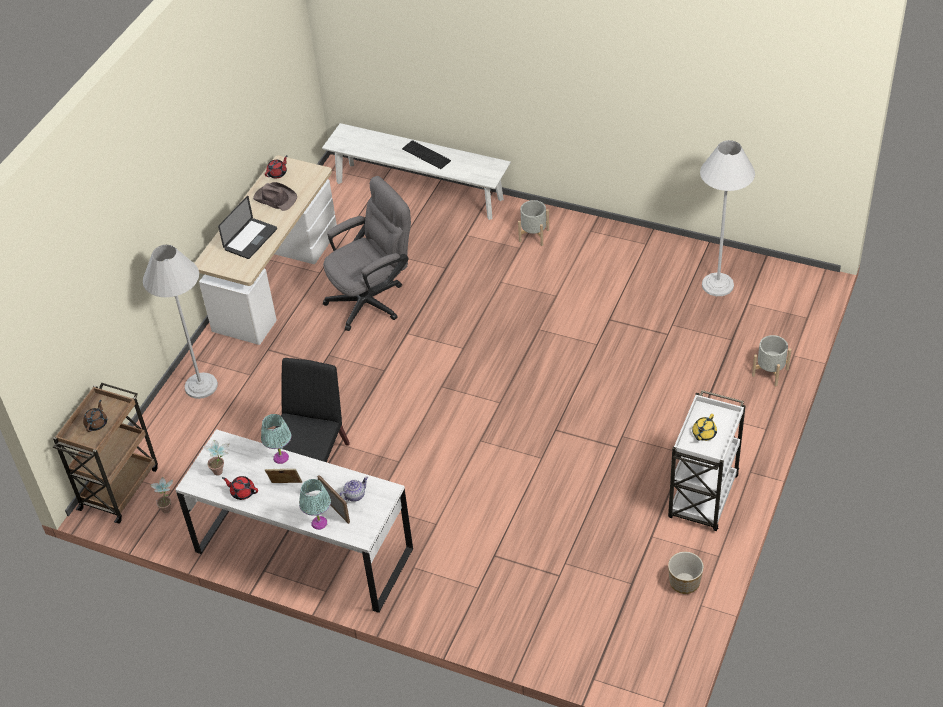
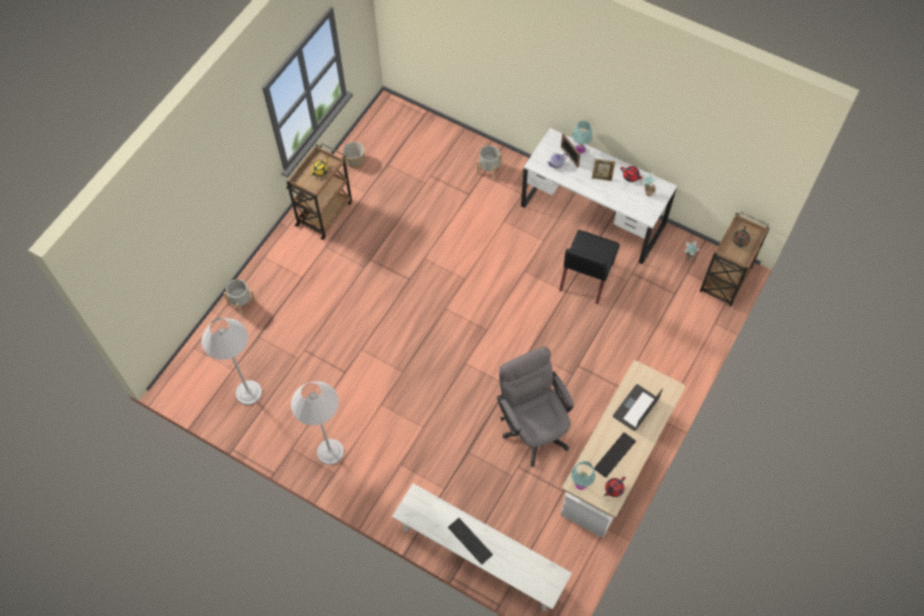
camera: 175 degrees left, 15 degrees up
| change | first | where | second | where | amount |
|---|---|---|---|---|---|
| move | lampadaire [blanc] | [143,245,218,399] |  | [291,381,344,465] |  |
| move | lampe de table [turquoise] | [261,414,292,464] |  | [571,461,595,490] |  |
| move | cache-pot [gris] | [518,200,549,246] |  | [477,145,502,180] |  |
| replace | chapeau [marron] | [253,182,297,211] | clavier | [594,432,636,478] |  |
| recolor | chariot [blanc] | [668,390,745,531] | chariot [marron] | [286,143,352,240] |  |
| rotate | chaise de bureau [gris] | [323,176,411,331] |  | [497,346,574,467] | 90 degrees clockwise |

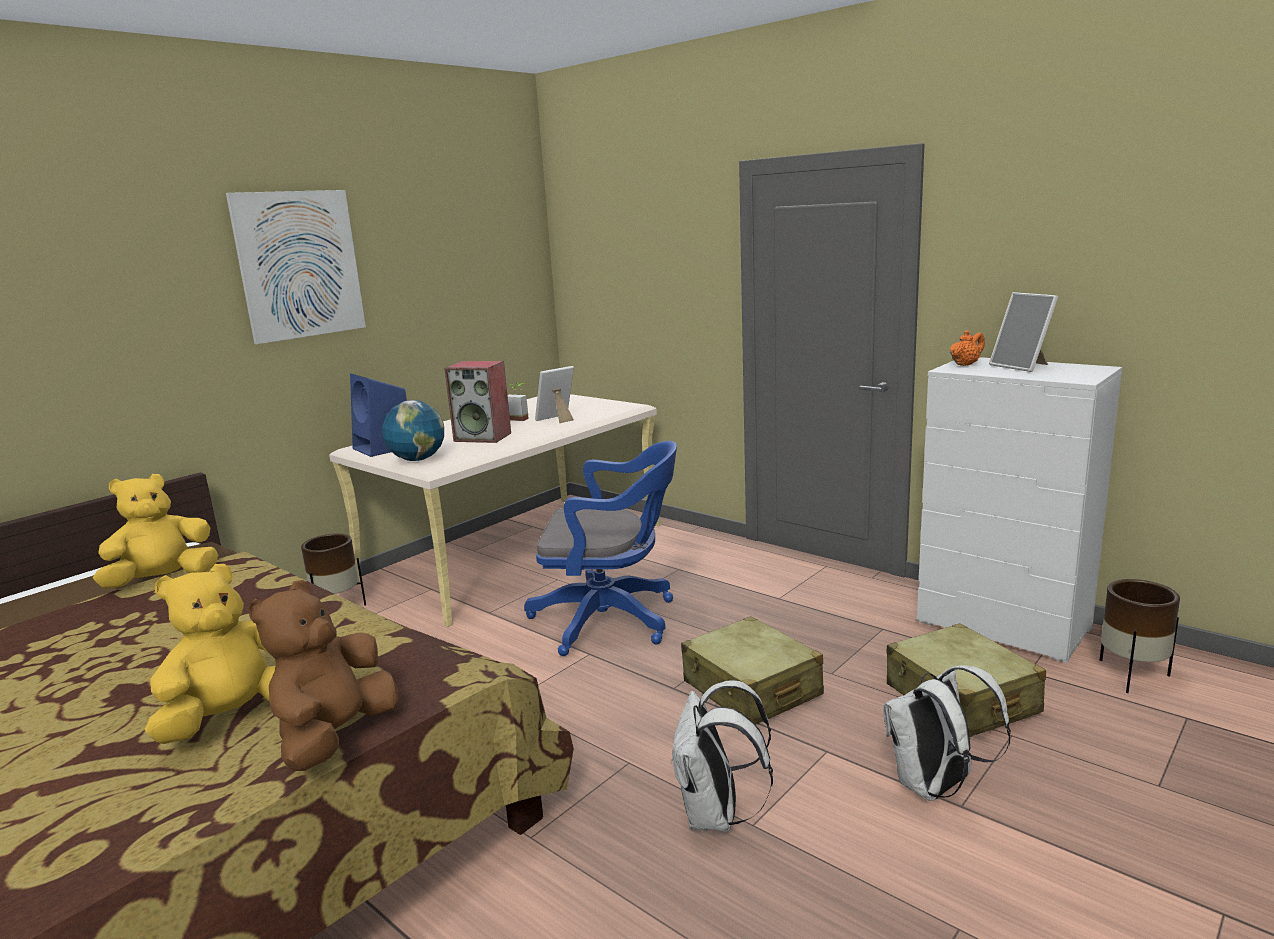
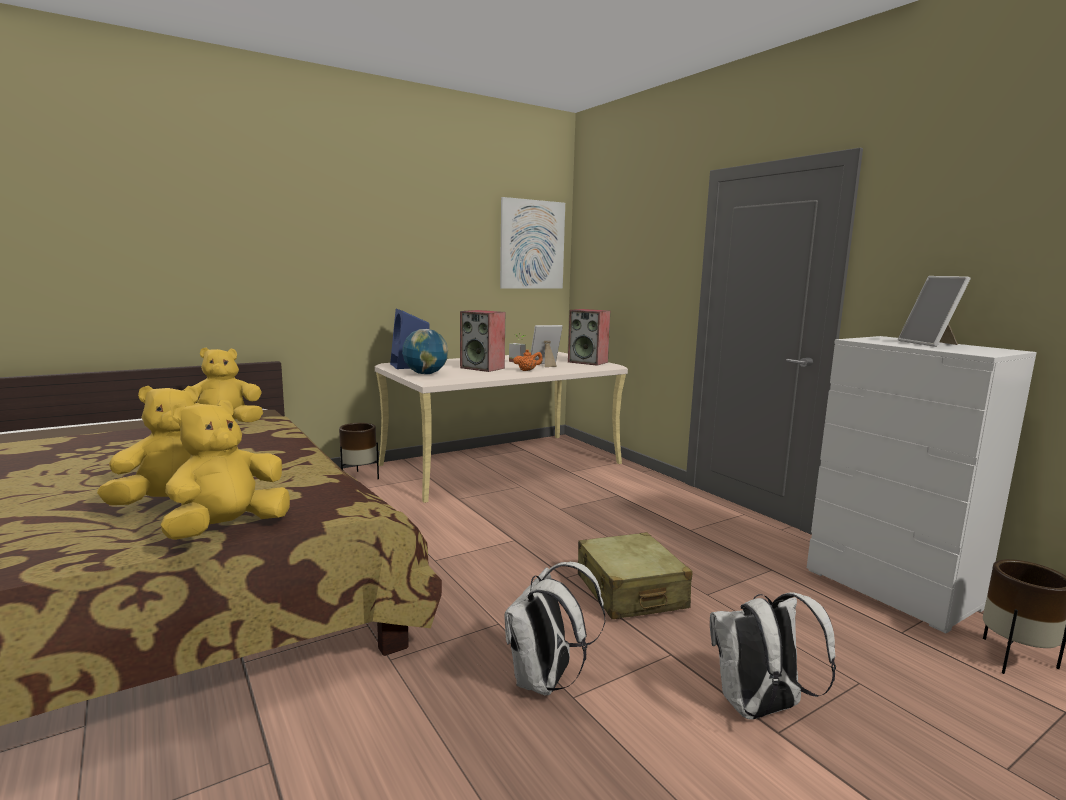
camera: 15 degrees right, 5 degrees down
| change | first | where | second | where | amount |
|---|---|---|---|---|---|
| delete | chaise de bureau [bleu] | [524,441,677,656] |  |  |  |
| delete | valise [beige] | [887,623,1046,737] |  |  |  |
| insert |  |  | enceinte | [568,309,610,366] |  |
| move | tableau | [226,190,366,344] |  | [500,197,565,289] |  |
| move | théière [orange] | [950,330,985,366] |  | [513,350,543,371] |  |
| recolor | peluche [marron] | [248,580,399,771] | peluche [jaune] | [161,400,290,540] |  |

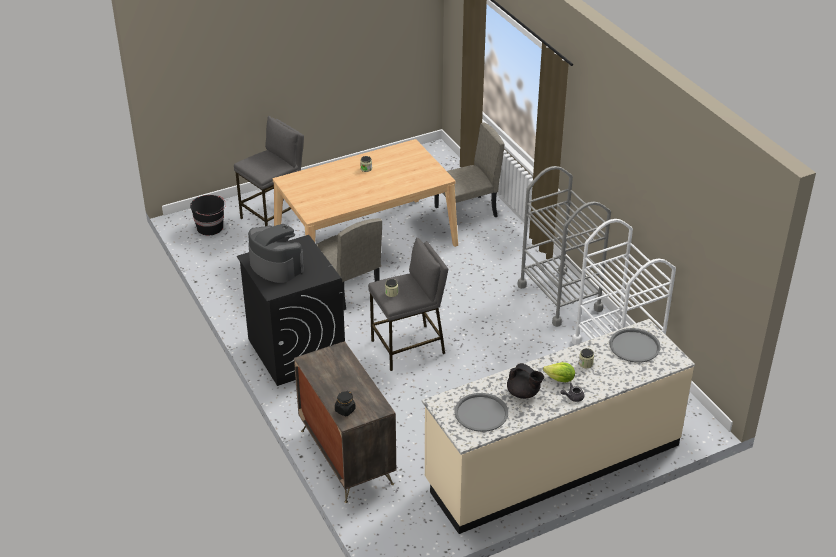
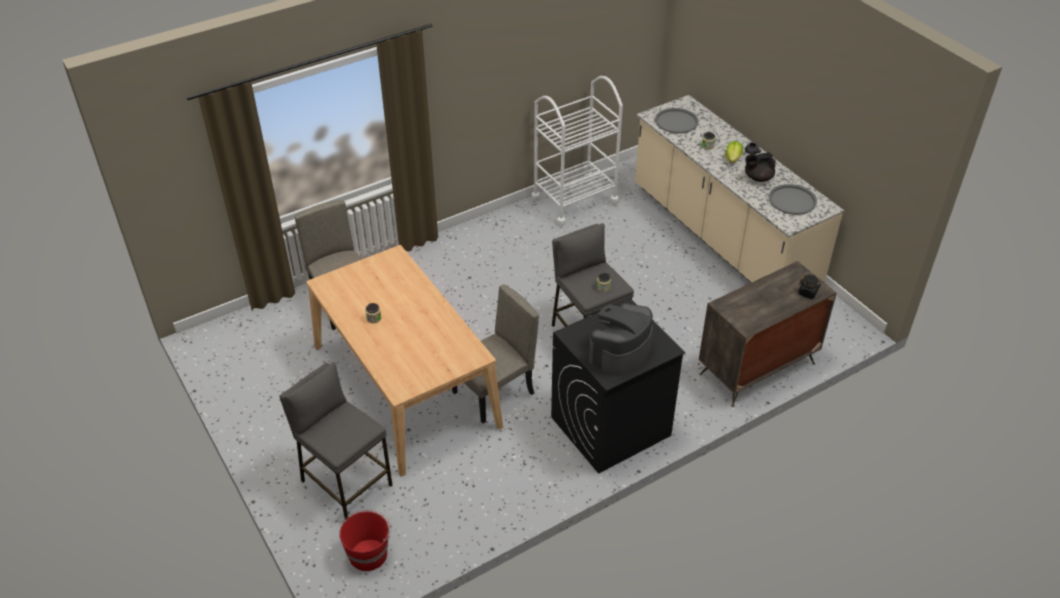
camera: 95 degrees left, 5 degrees up
| change | first | where | second | where | amount |
|---|---|---|---|---|---|
| delete | chariot [gris] | [517,166,611,327] |  |  |  |
| recolor | seau [noir] | [190,195,226,235] | seau [rouge] | [339,510,391,571] |  |
| rotate | théière [noir] | [507,363,544,399] |  | [745,152,776,182] | 135 degrees counterclockwise |

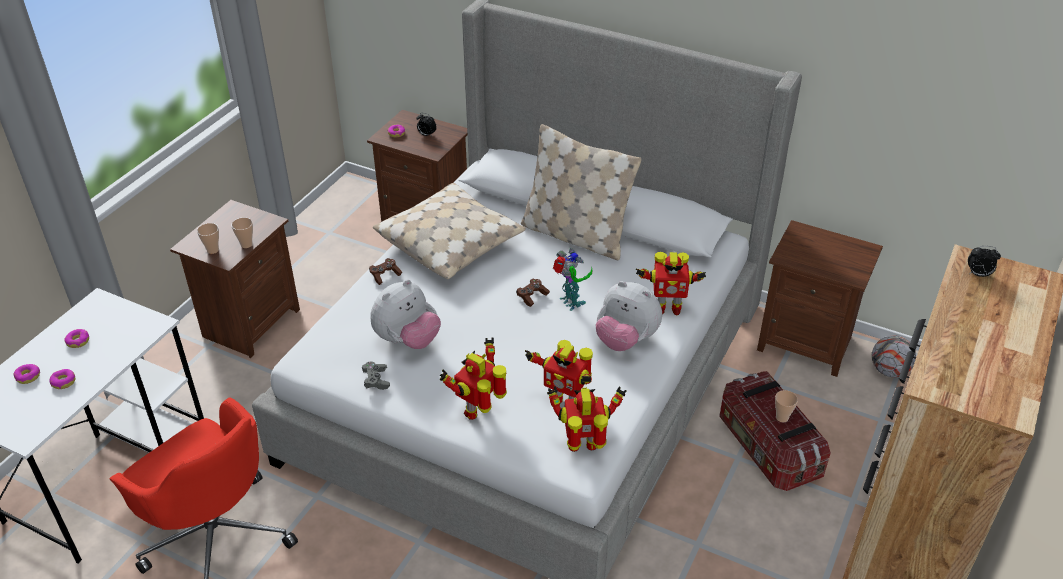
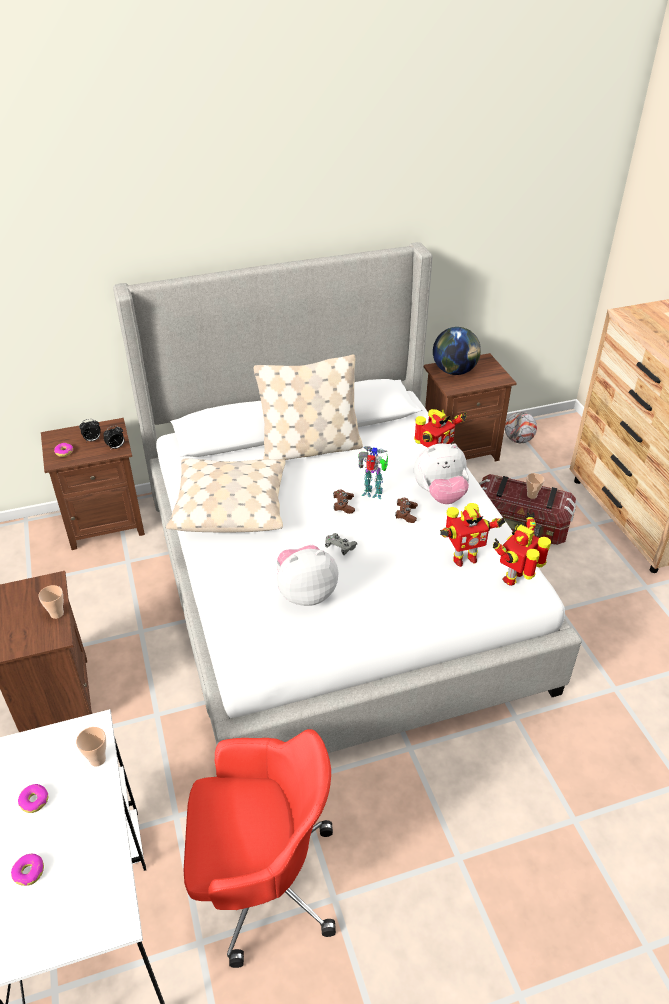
camera: 45 degrees left, 0 degrees up
| change | first | where | second | where | amount |
|---|---|---|---|---|---|
| delete | beignet | [49,369,75,389] |  |  |  |
| delete | robot jouet | [439,337,507,420] |  |  |  |
| insert |  |  | globe | [433,327,481,375] |  |
| move | tasse | [197,223,219,254] |  | [76,727,106,767] |  |
| move | manette [gris] | [362,361,390,390] |  | [325,533,357,555] |  |
| move | manette [marron] | [369,258,402,285] |  | [395,498,418,523] |  |
| move | réveil | [968,246,1001,277] |  | [103,425,125,449] |  |
| rotate | peluche | [370,279,441,349] |  | [276,545,338,606] | 105 degrees counterclockwise |

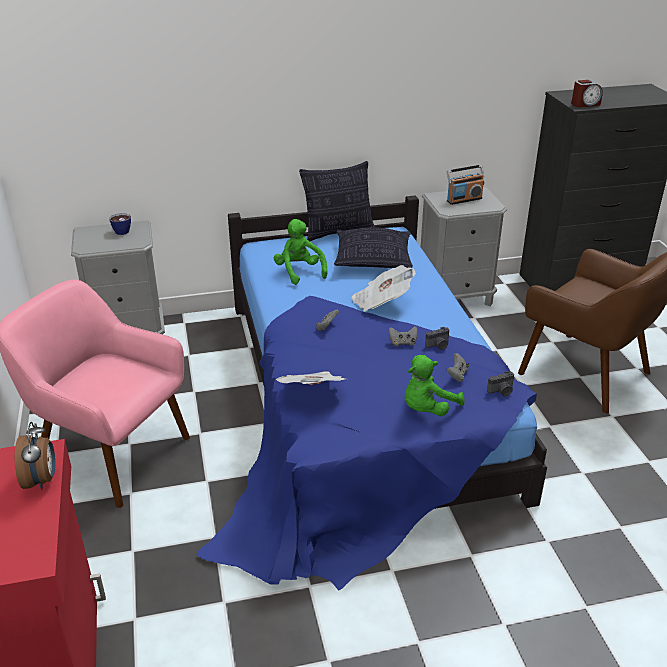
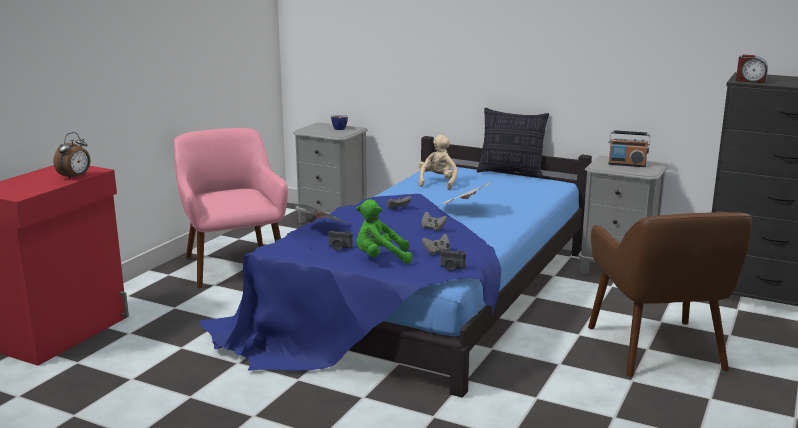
camera: 40 degrees right, 15 degrees down
| change | first | where | second | where | amount |
|---|---|---|---|---|---|
| delete | coussin | [334,227,413,268] |  |  |  |
| move | appareil photo | [425,327,449,350] |  | [329,231,353,250] |  |
| recolor | peluche [vert] | [273,219,328,285] | peluche [beige] | [419,135,458,190] |  |

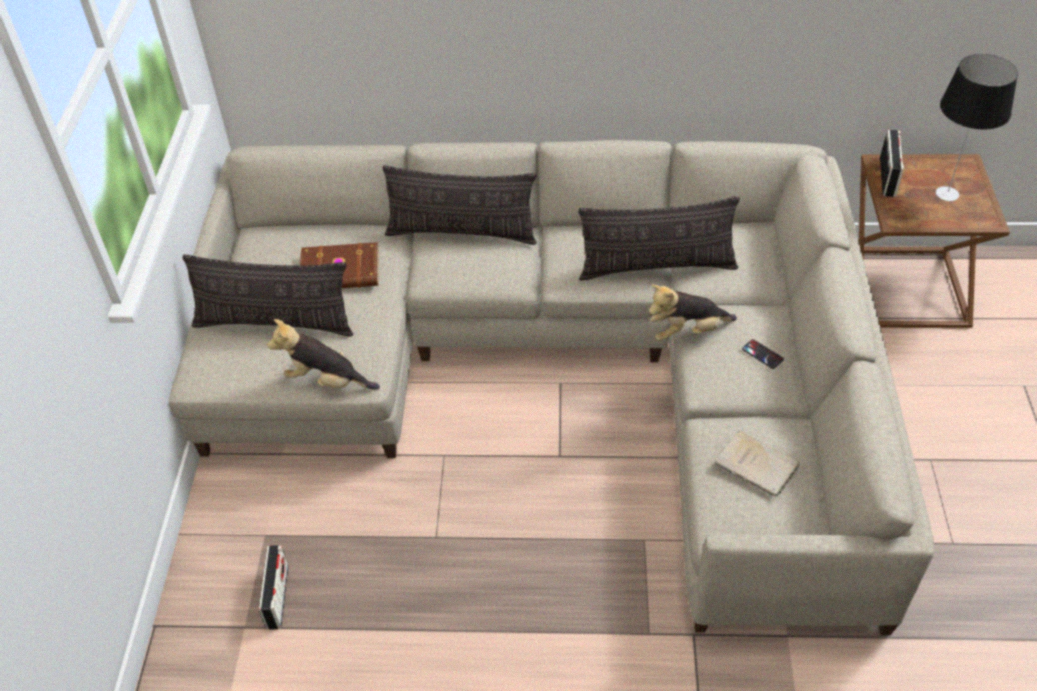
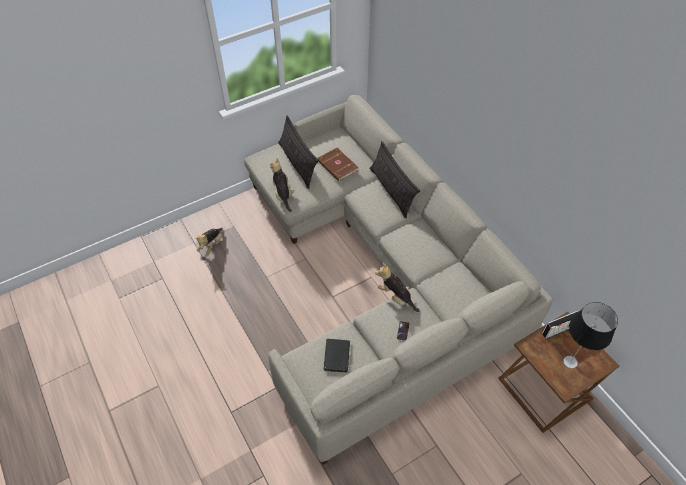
camera: 55 degrees right, 5 degrees up
| change | first | where | second | where | amount |
|---|---|---|---|---|---|
| delete | coussin | [578,197,740,280] |  |  |  |
| replace | radio | [259,545,289,630] | peluche | [195,228,223,256] |  |
| recolor | livre [beige] | [714,430,800,497] | livre [noir] | [324,339,350,373] |  |

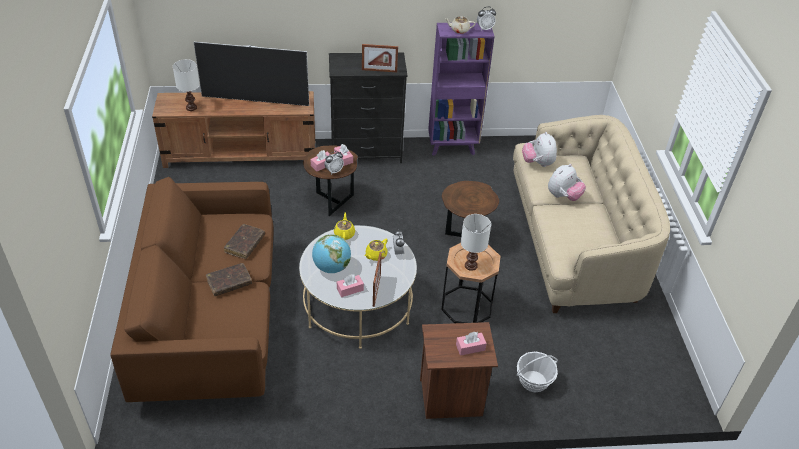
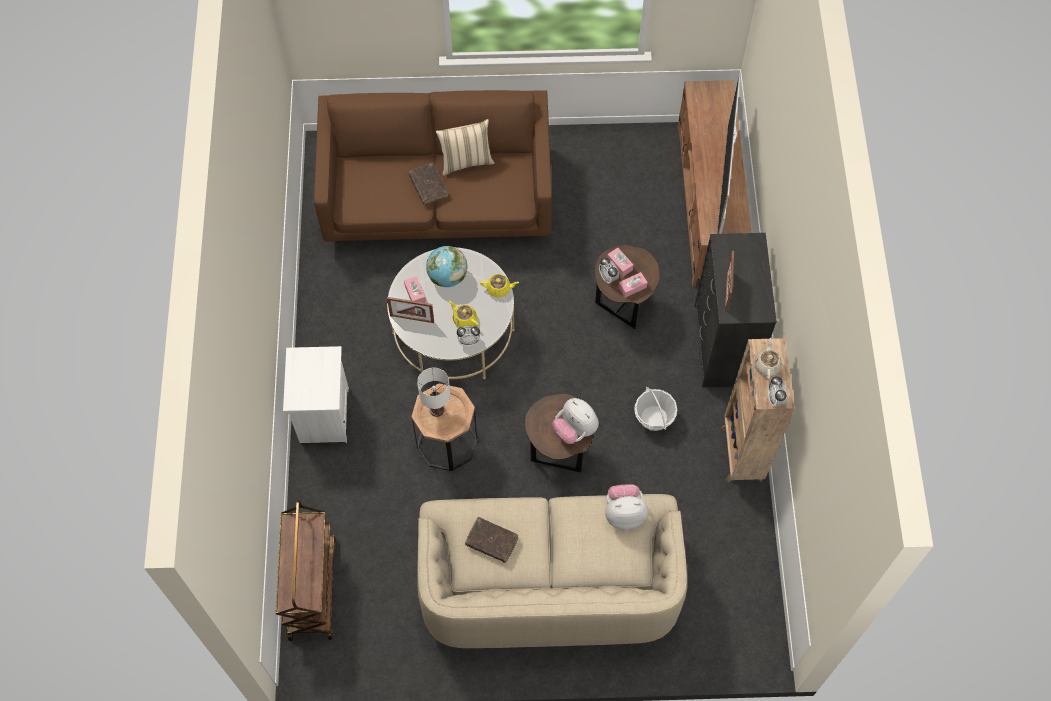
camera: 95 degrees right, 20 degrees up
| change | first | where | second | where | amount |
|---|---|---|---|---|---|
| delete | lampe de table [blanc] | [173,59,200,111] |  |  |  |
| delete | boîte à mouchoirs [rose] | [456,332,487,356] |  |  |  |
| insert |  |  | chariot [marron] | [276,500,336,641] |  |
| insert |  |  | coussin [beige] | [436,119,495,176] |  |
| move | livre [marron] | [224,224,265,259] |  | [465,517,519,563] |  |
| move | panier | [517,351,558,393] |  | [634,387,677,431] |  |
| move | peluche | [548,164,586,201] |  | [552,398,599,444] |  |
| recolor | table de chevet [marron] | [420,322,498,419] | table de chevet [blanc] | [283,346,349,443] |  |
| recolor | bibliothèque [violet] | [428,23,495,156] | bibliothèque [marron] | [721,338,795,483] |  |

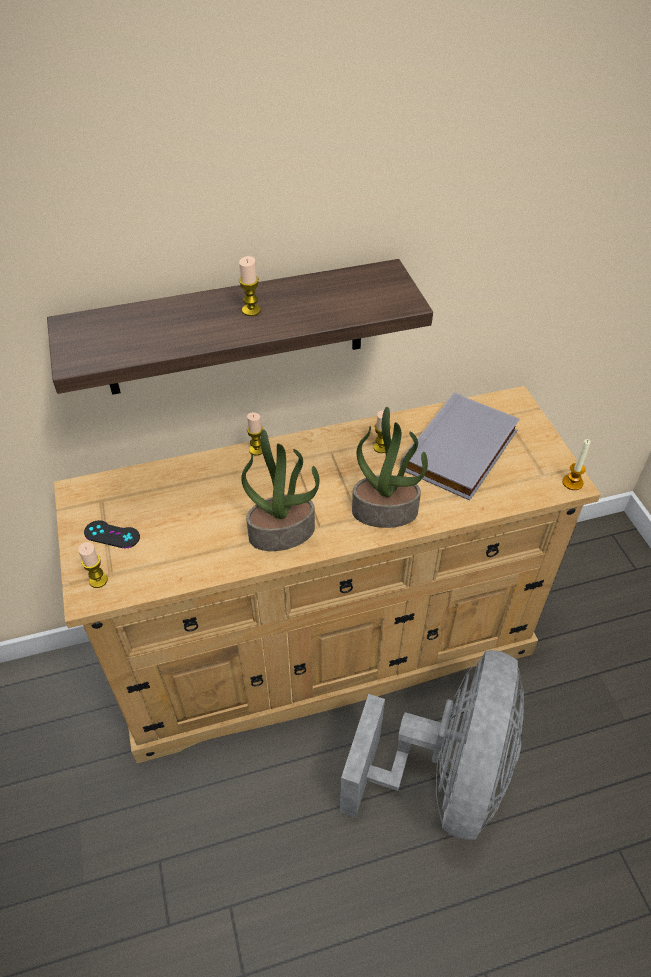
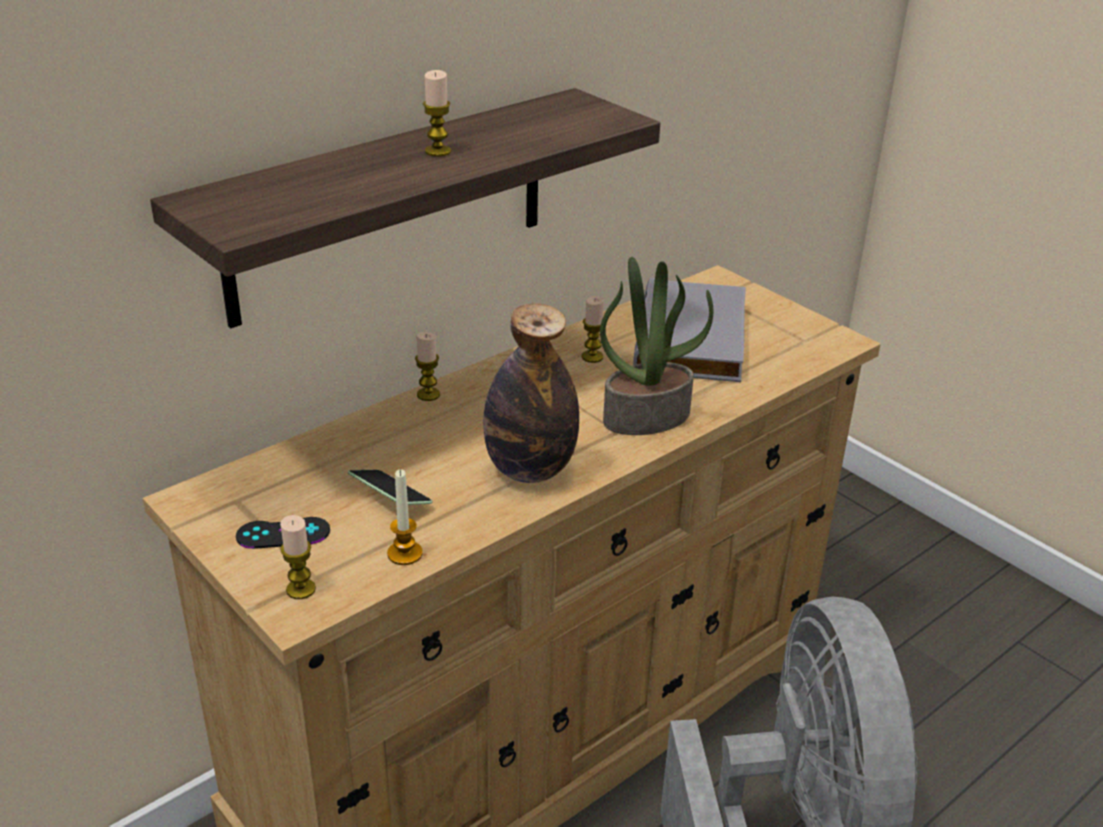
camera: 25 degrees left, 15 degrees down
| change | first | where | second | where | amount |
|---|---|---|---|---|---|
| insert |  |  | téléphone | [348,470,433,505] |  |
| move | bougie | [562,439,591,490] |  | [387,469,423,565] |  |
| replace | plante en pot | [241,429,320,551] | bouteille | [483,303,579,483] |  |

